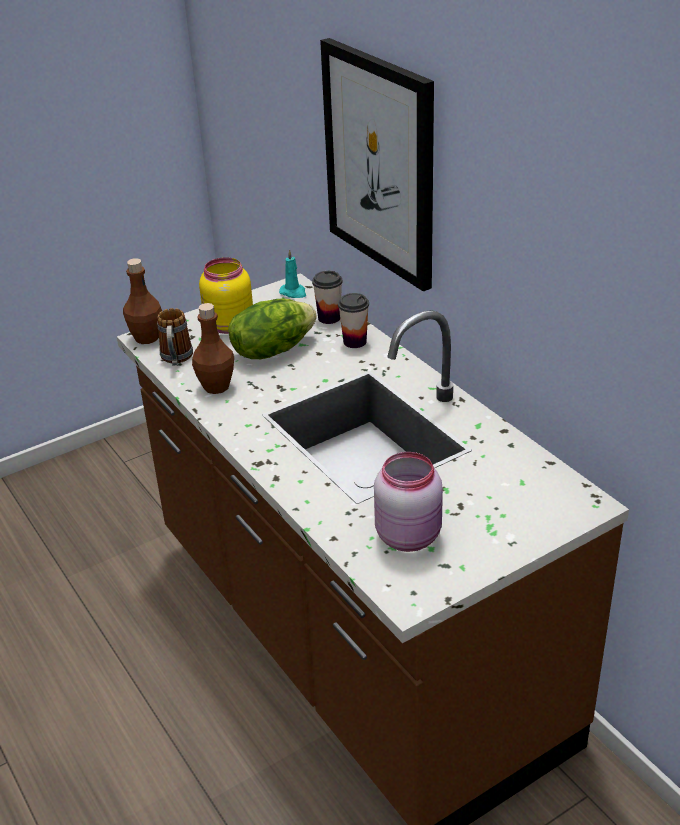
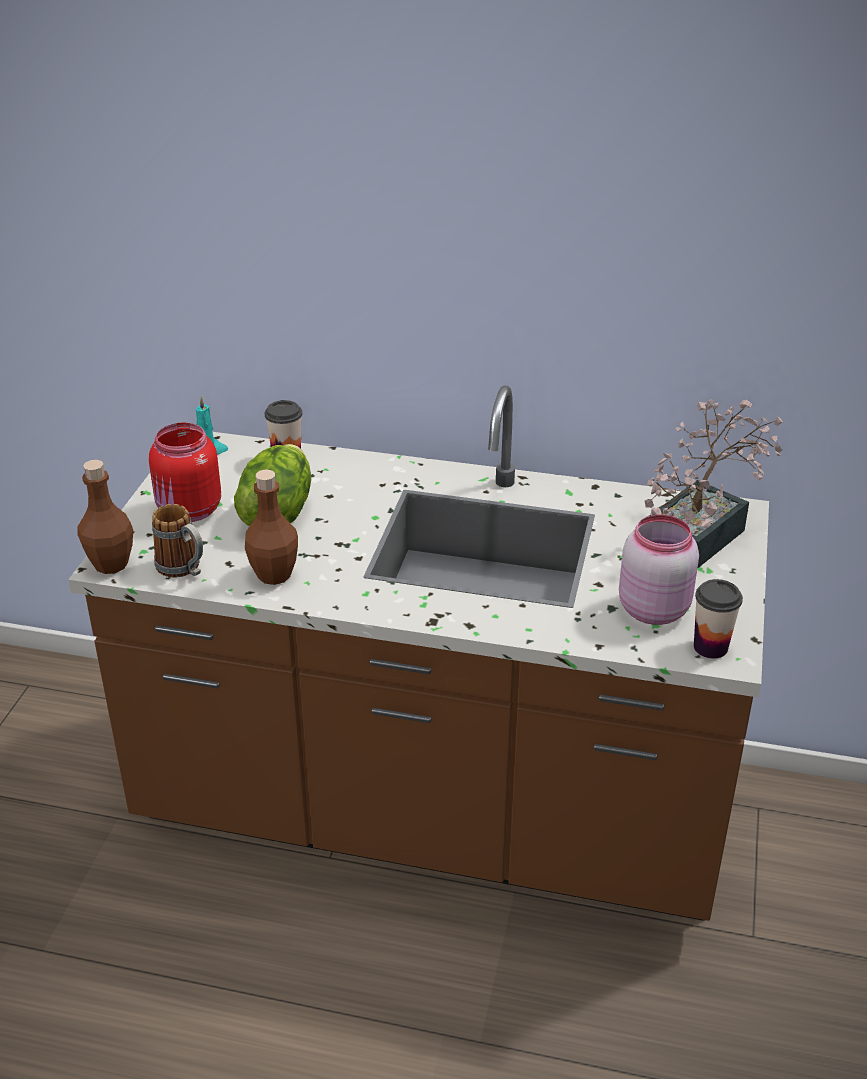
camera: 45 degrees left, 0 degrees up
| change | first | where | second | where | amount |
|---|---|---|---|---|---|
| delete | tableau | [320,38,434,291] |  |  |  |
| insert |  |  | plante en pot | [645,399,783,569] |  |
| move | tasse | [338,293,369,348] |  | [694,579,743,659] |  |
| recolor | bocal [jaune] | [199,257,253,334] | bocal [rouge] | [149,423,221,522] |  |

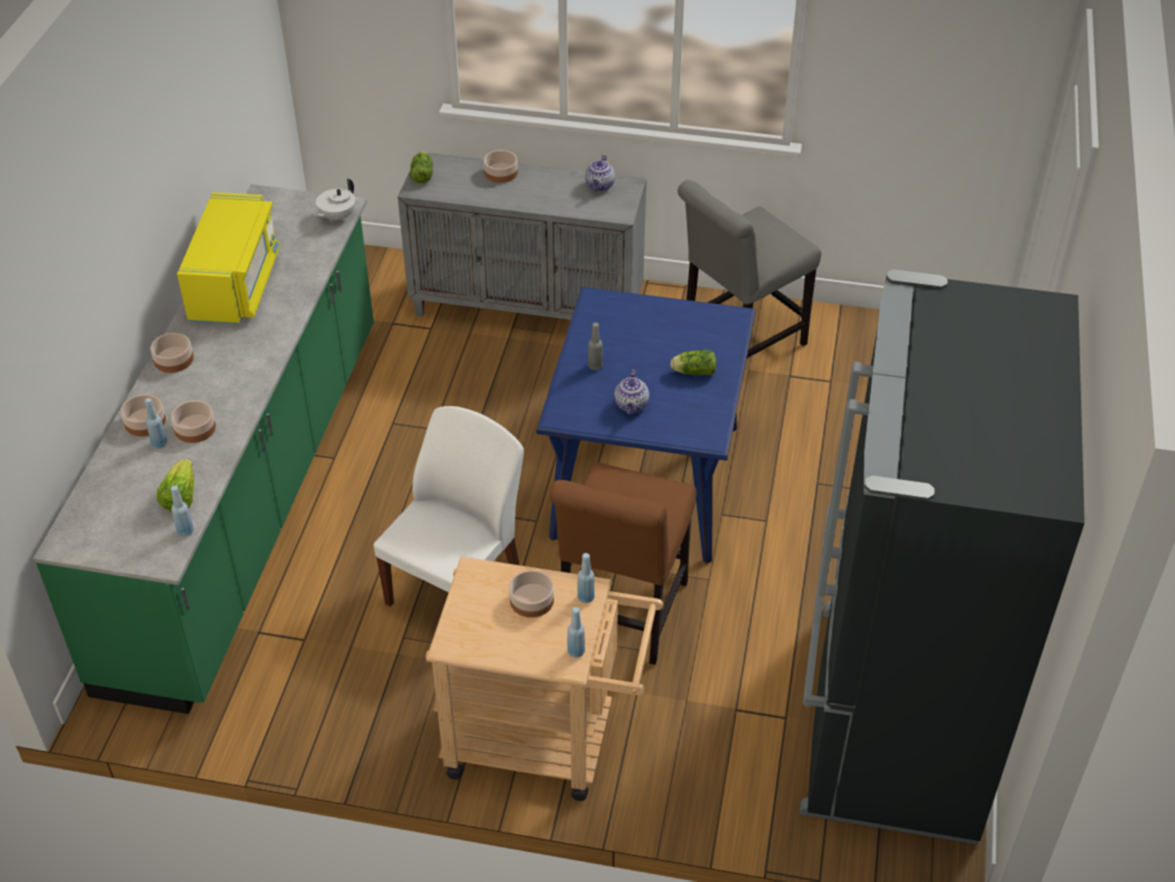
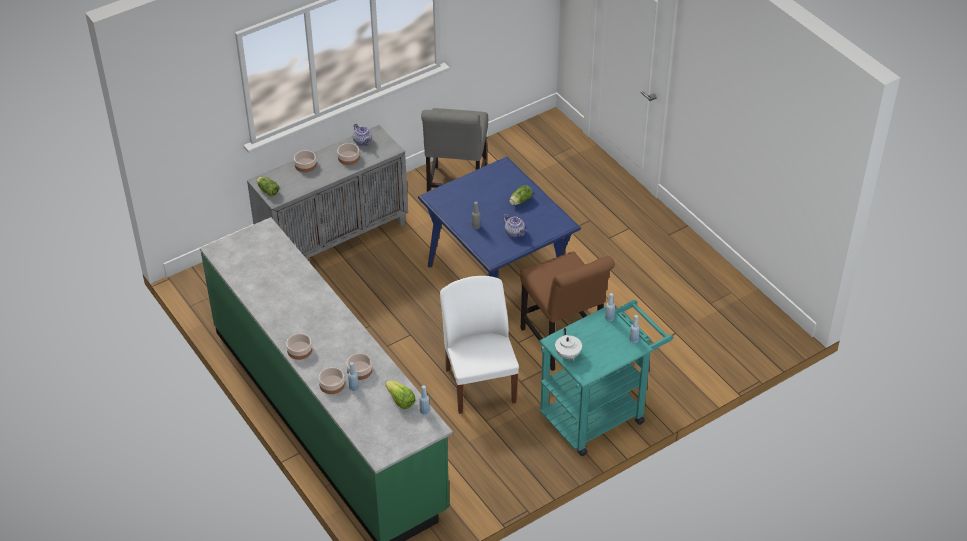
camera: 45 degrees left, 0 degrees up
| change | first | where | second | where | amount |
|---|---|---|---|---|---|
| delete | micro-ondes [jaune] | [177,192,280,325] |  |  |  |
| delete | réfrigérateur [noir] | [799,269,1085,845] |  |  |  |
| move | théière [blanc] | [315,178,355,222] |  | [555,328,582,361] |  |
| move | bol | [509,570,554,618] |  | [337,143,360,165] |  |
| recolor | chariot [beige] | [426,556,663,801] | chariot [turquoise] | [539,300,673,456] |  |

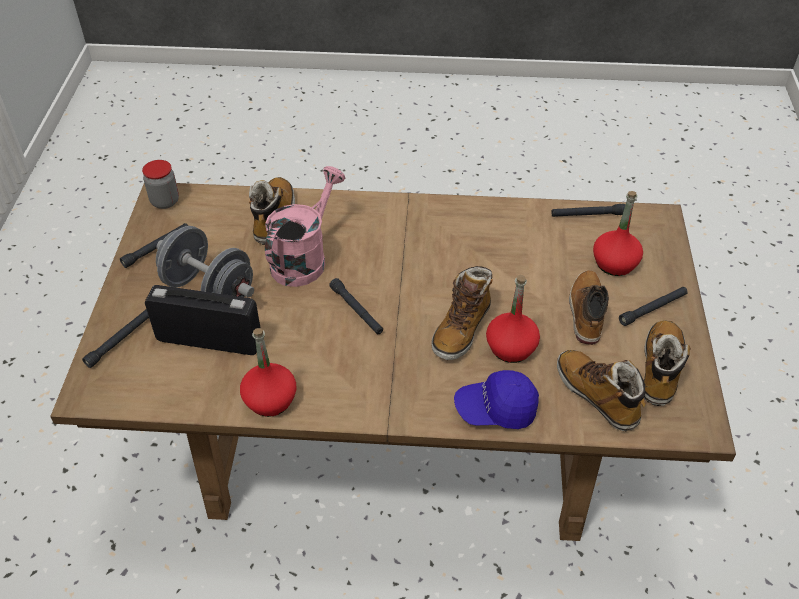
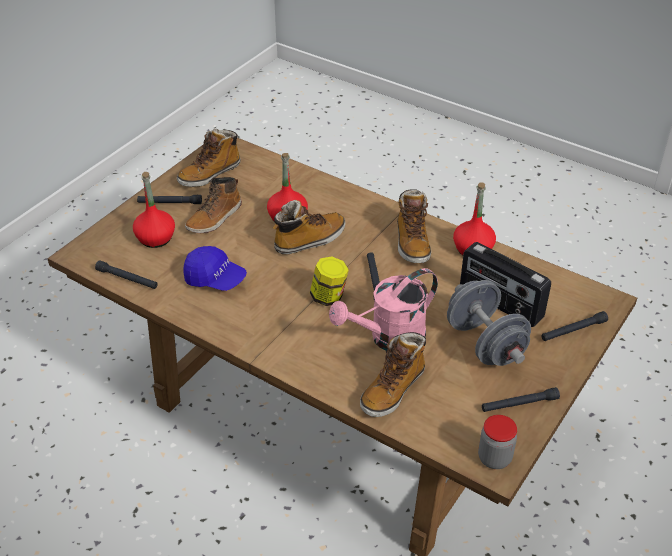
camera: 150 degrees left, 5 degrees down
| change | first | where | second | where | amount |
|---|---|---|---|---|---|
| insert |  |  | bocal | [310,257,349,306] |  |
| move | casquette [bleu] | [454,370,539,429] |  | [183,246,247,291] |  |
| move | botte | [557,350,646,431] |  | [397,189,431,263] |  |

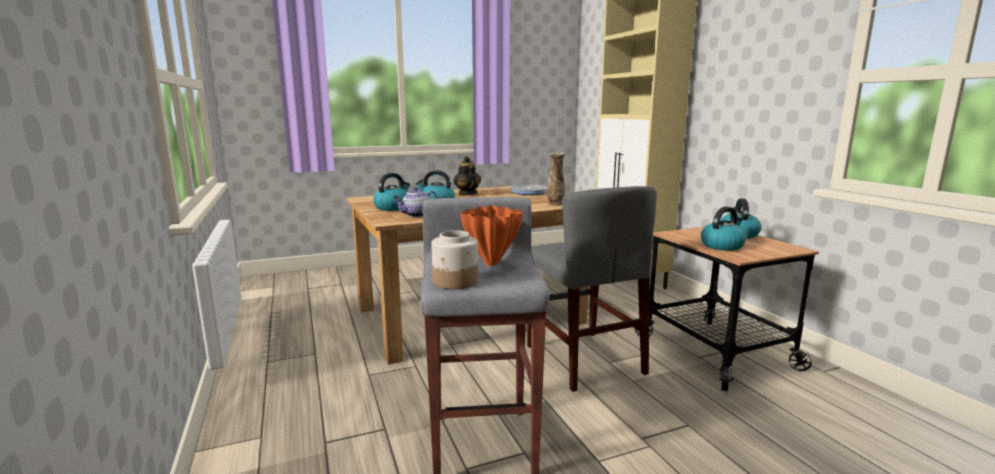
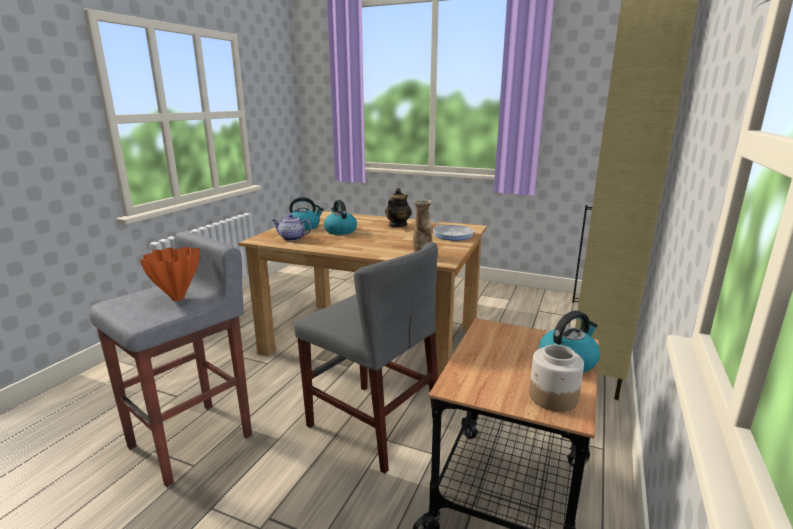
camera: 45 degrees right, 5 degrees up
| change | first | where | second | where | amount |
|---|---|---|---|---|---|
| delete | bouilloire | [701,206,747,251] |  |  |  |
| move | bocal | [431,230,478,289] |  | [529,345,584,412] |  |
| rotate | chaise [gris] | [527,186,656,392] |  | [294,242,438,474] | 75 degrees counterclockwise |

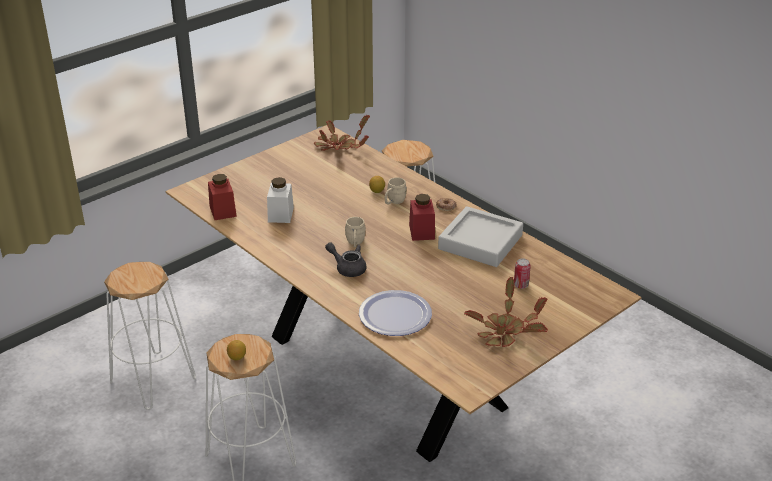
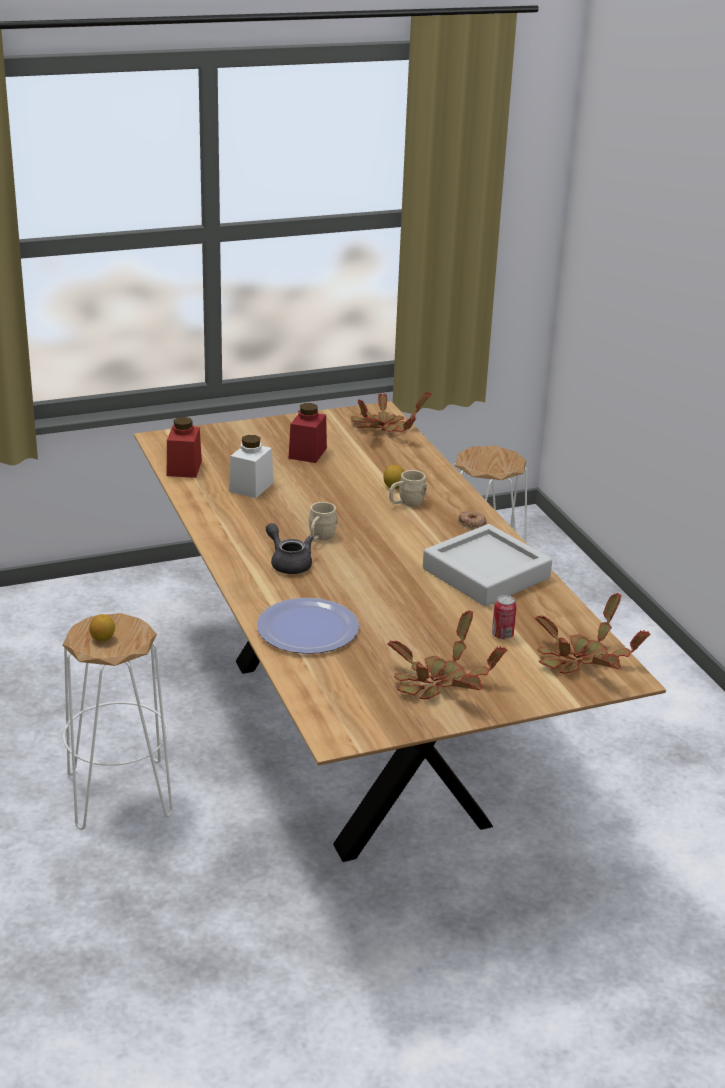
camera: 20 degrees right, 5 degrees down
| change | first | where | second | where | amount |
|---|---|---|---|---|---|
| delete | tabouret [blanc] | [104,262,196,410] |  |  |  |
| insert |  |  | plante en pot | [534,593,650,674] |  |
| move | bocal [rouge] | [409,194,435,241] |  | [289,403,327,463] |  |

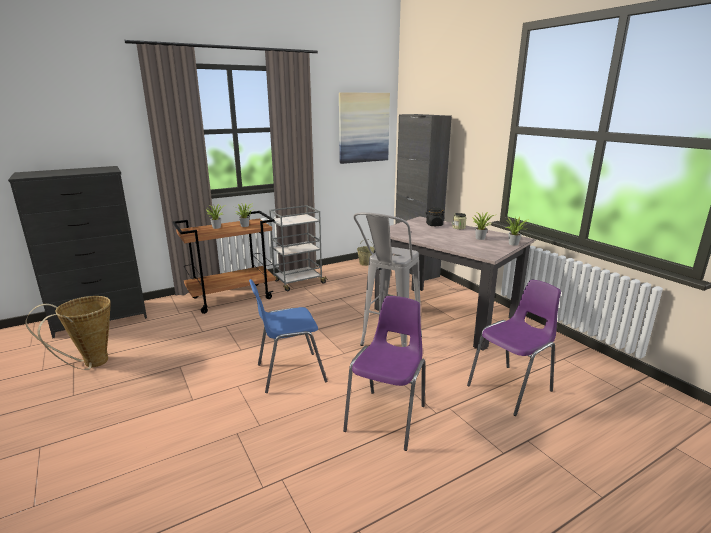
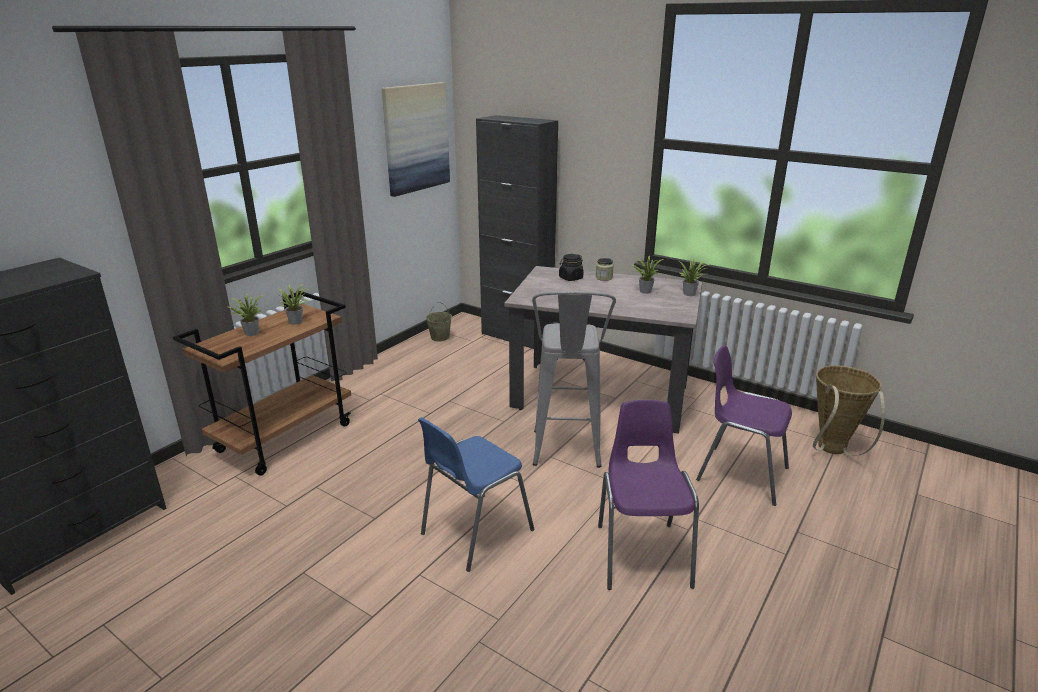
camera: 25 degrees left, 5 degrees up
| change | first | where | second | where | amount |
|---|---|---|---|---|---|
| delete | chariot [gris] | [269,205,328,291] |  |  |  |
| move | panier | [25,296,111,370] |  | [813,365,885,456] |  |
| rotate | chaise [violet] | [467,280,561,416] |  | [696,345,792,506] | 90 degrees counterclockwise |

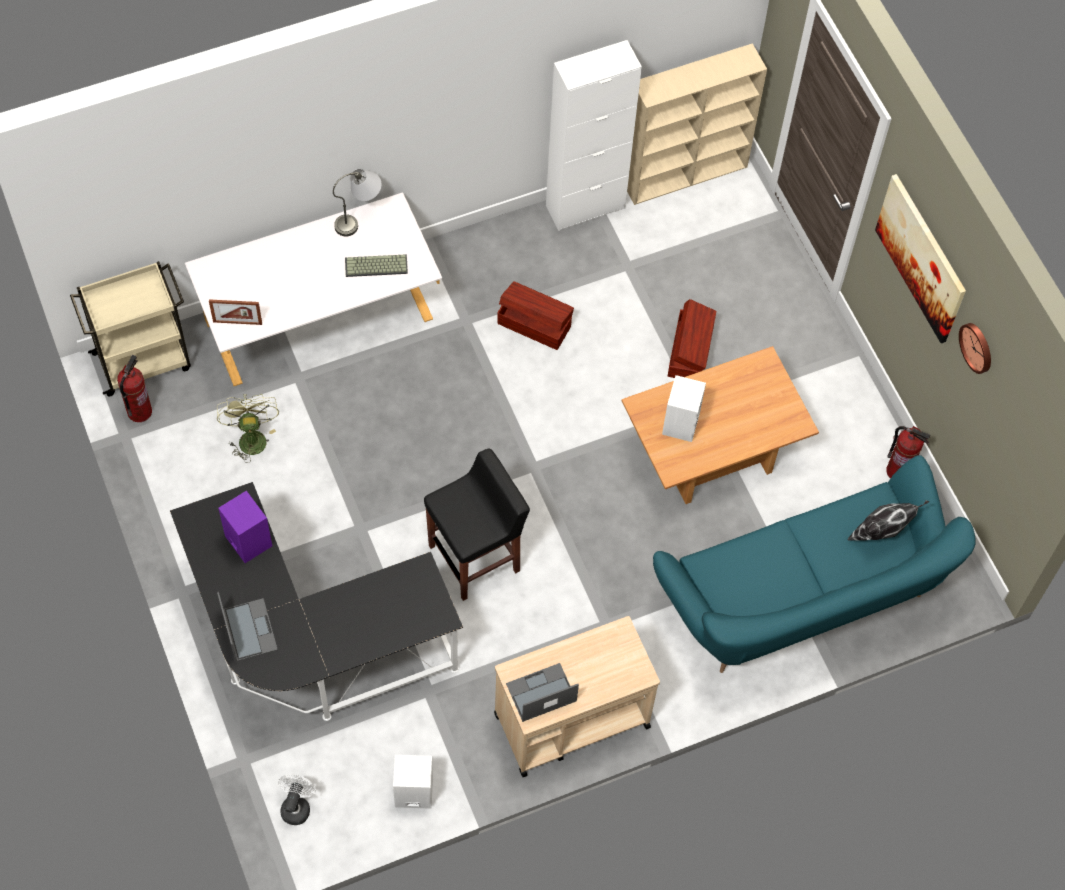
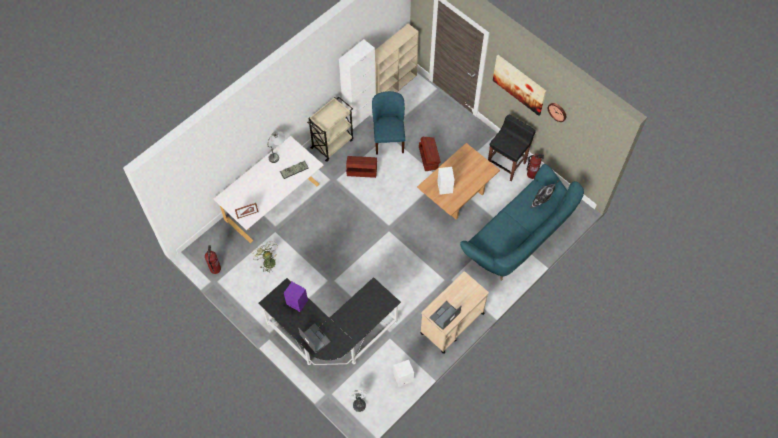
camera: 20 degrees left, 0 degrees up
| change | first | where | second | where | amount |
|---|---|---|---|---|---|
| insert |  |  | chaise [bleu] | [372,91,405,155] |  |
| move | chariot [beige] | [70,261,191,397] |  | [307,96,353,162] |  |
| move | tabouret [noir] | [424,449,530,601] |  | [488,115,536,181] |  |

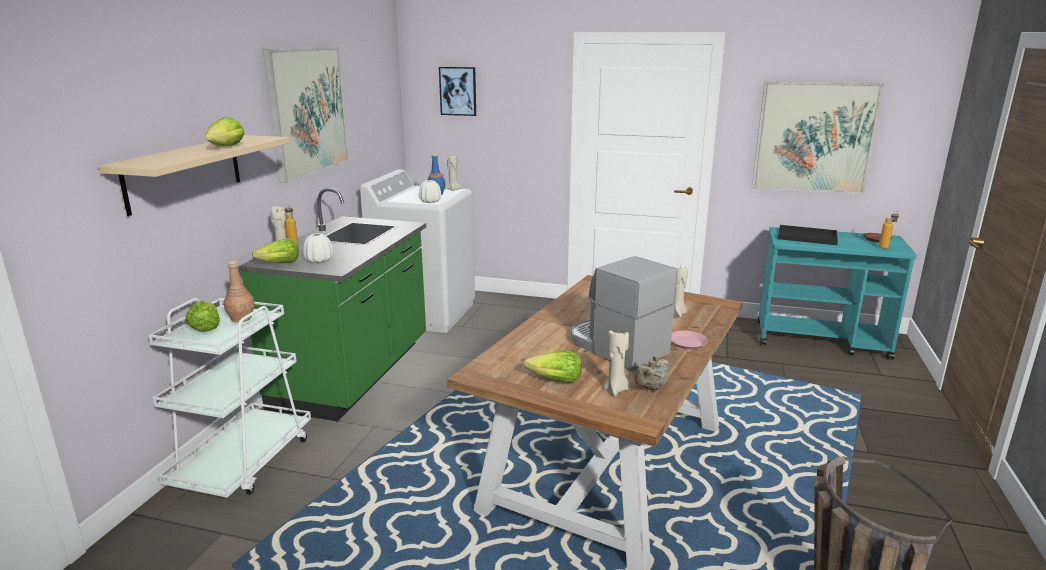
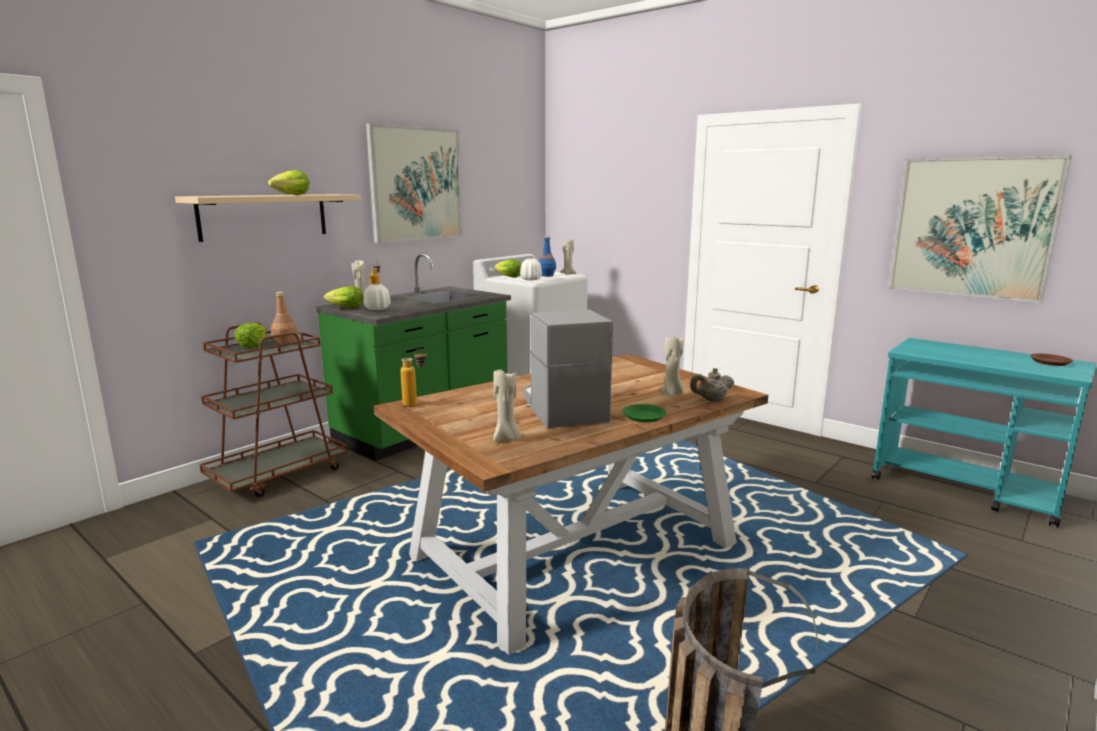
camera: 25 degrees right, 5 degrees down
| change | first | where | second | where | amount |
|---|---|---|---|---|---|
| delete | tableau | [439,67,476,116] |  |  |  |
| delete | plateau [noir] | [777,225,838,245] |  |  |  |
| move | laitue | [524,351,582,383] |  | [494,259,521,278] |  |
| move | théière [beige] | [635,356,670,390] |  | [690,368,734,402] |  |
| move | bouteille | [879,210,899,249] |  | [400,349,427,407] |  |
| recolor | chariot [blanc] | [148,298,311,498] | chariot [marron] | [199,323,348,498] |  |
| recolor | assiette [rose] | [671,331,708,349] | assiette [vert] | [622,404,667,423] |  |

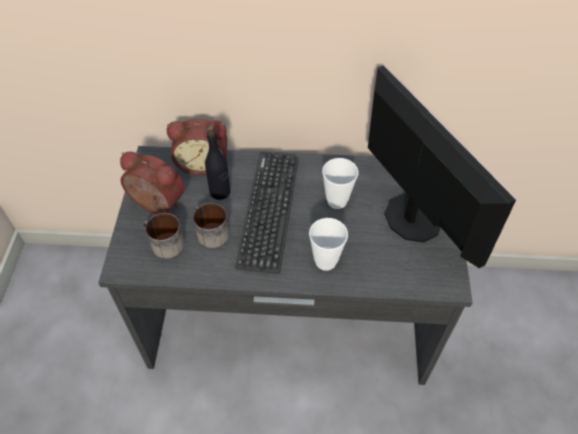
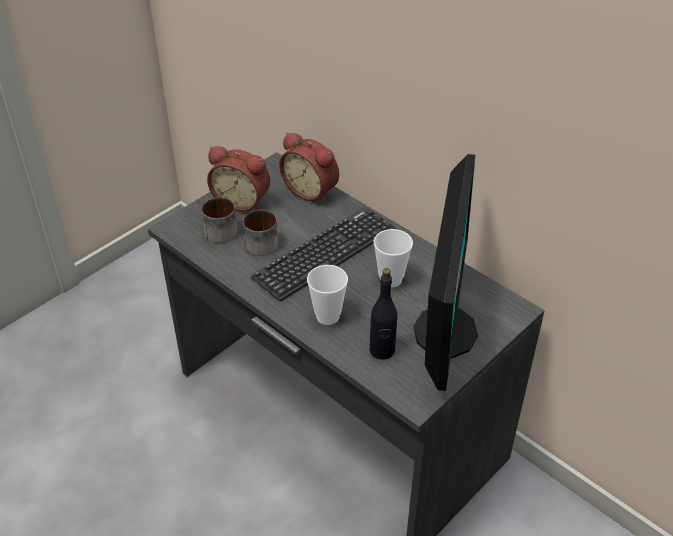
camera: 40 degrees right, 10 degrees down
| change | first | where | second | where | amount |
|---|---|---|---|---|---|
| move | bouteille [noir] | [205,125,231,200] |  | [370,268,397,360] |  |
| rotate | réveil | [120,152,185,214] |  | [207,146,270,212] | 135 degrees clockwise |

